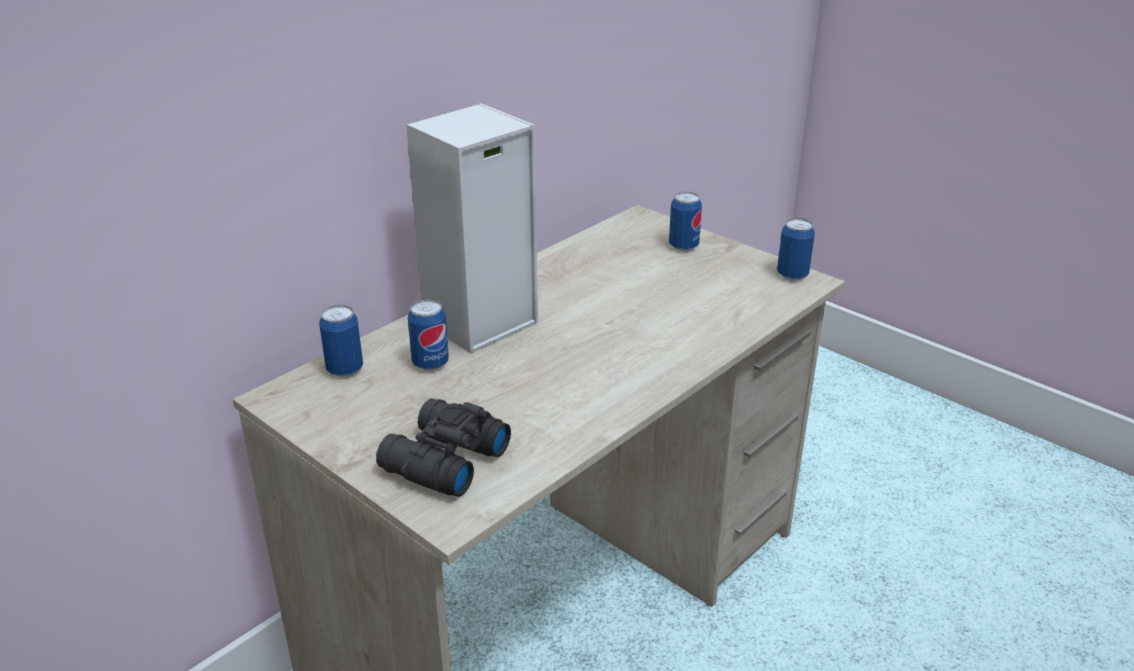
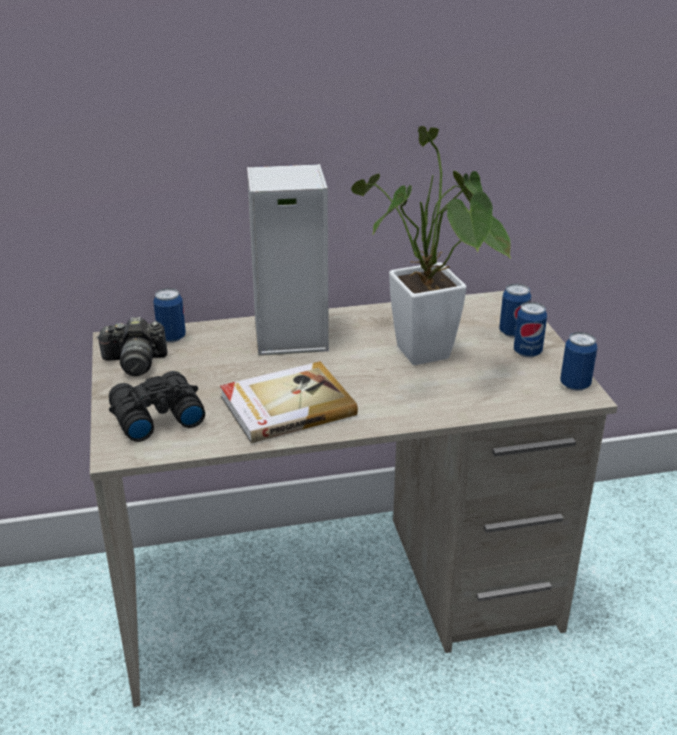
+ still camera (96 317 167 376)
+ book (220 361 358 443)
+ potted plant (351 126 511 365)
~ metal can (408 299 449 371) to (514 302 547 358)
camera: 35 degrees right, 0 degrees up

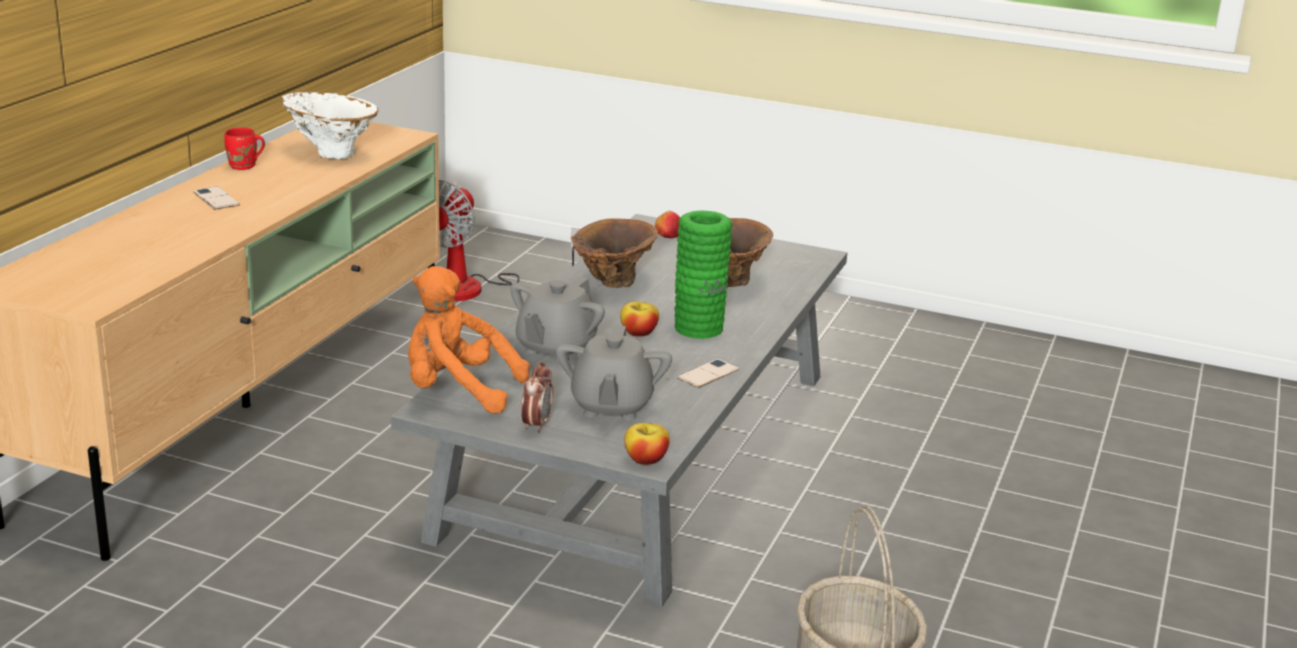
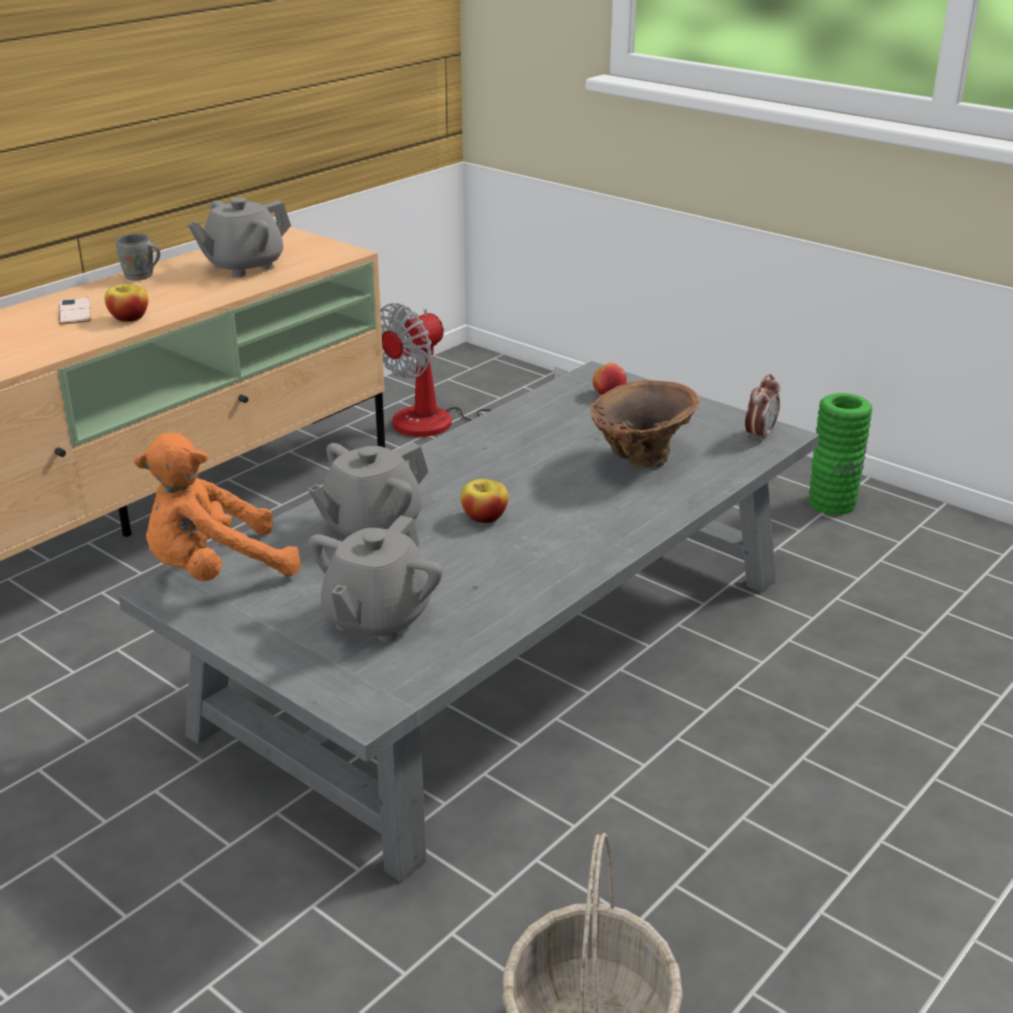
~ whole apple (624 423 670 465) to (104 284 148 322)
~ reddish mug (224 128 265 170) to greyish mug (116 234 160 281)
~ orange-coloured plush toy (408 266 530 414) = (134 433 301 581) 60 degrees counterclockwise
~ white-coloured vase (281 92 378 159) to greyish tea pot (188 197 291 277)
~ alarm clock (521 362 553 433) to (745 374 780 443)
~ green vase (674 211 732 339) to (809 393 872 515)
- brown-coloured vase (571 218 658 288)
- phone (677 359 739 388)
camera: 20 degrees right, 5 degrees up

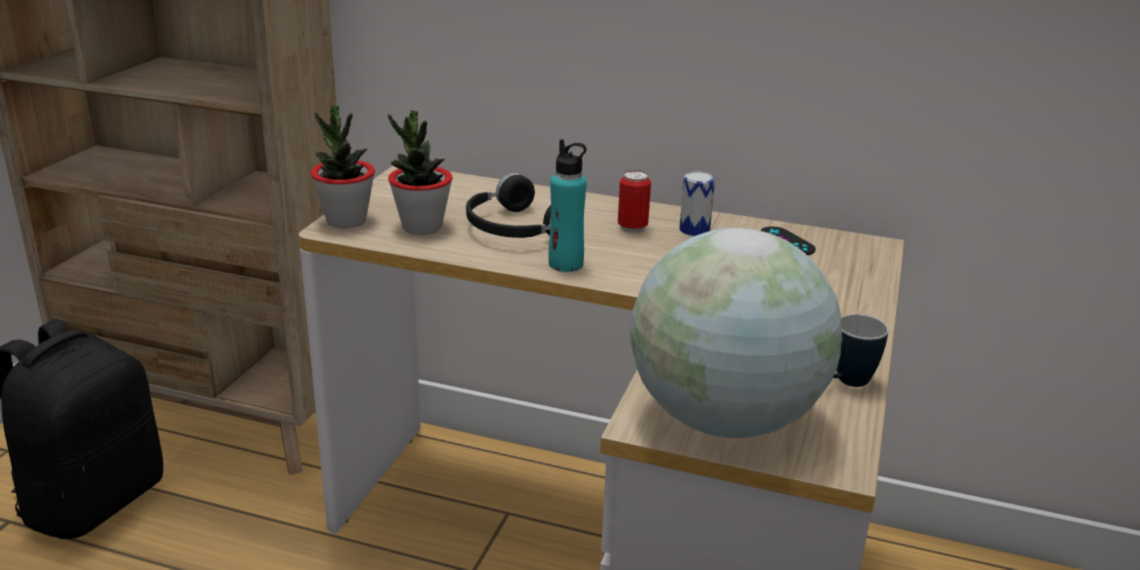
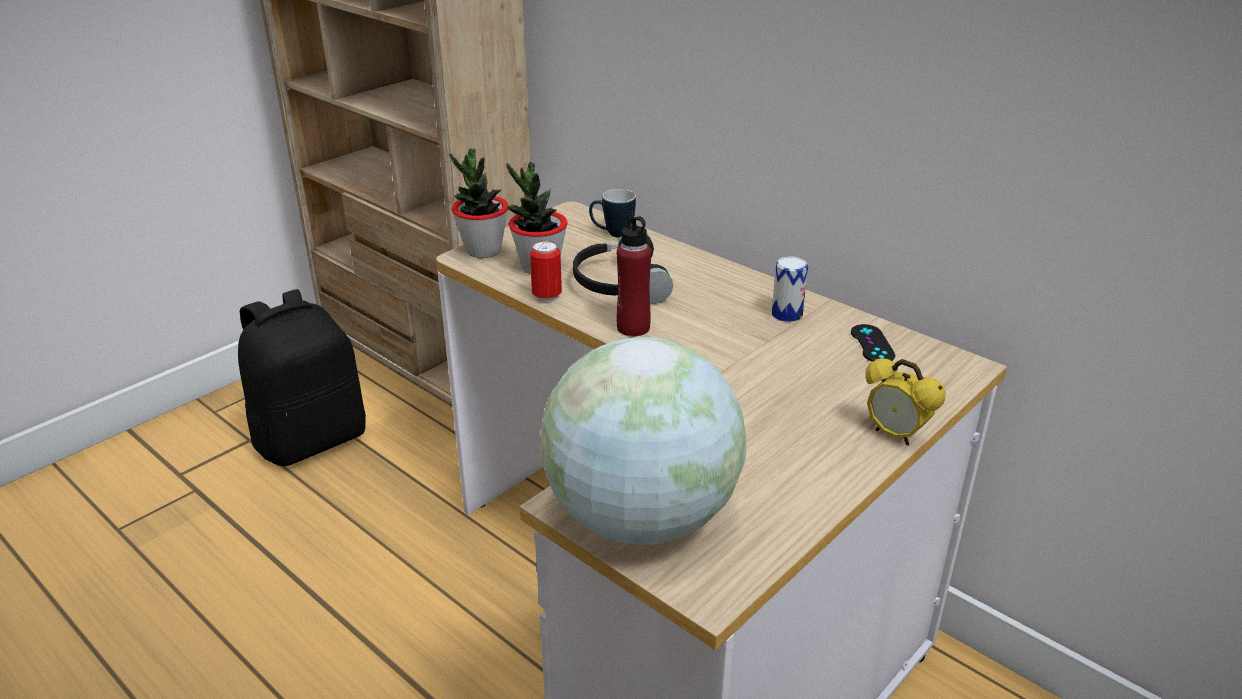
~ metal can (618 170 651 234) to (530 241 562 303)
~ mug (833 314 889 387) to (589 189 636 238)
~ blue-green drink bottle (549 139 587 272) to reddish drink bottle (617 211 651 336)
+ alarm clock (865 358 945 446)
camera: 25 degrees right, 5 degrees up

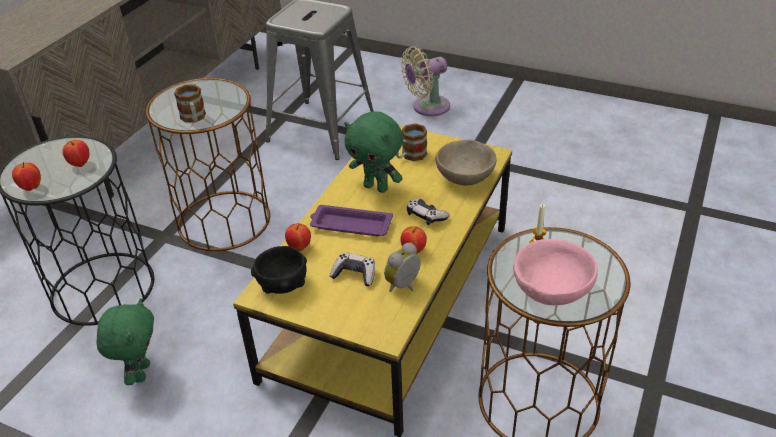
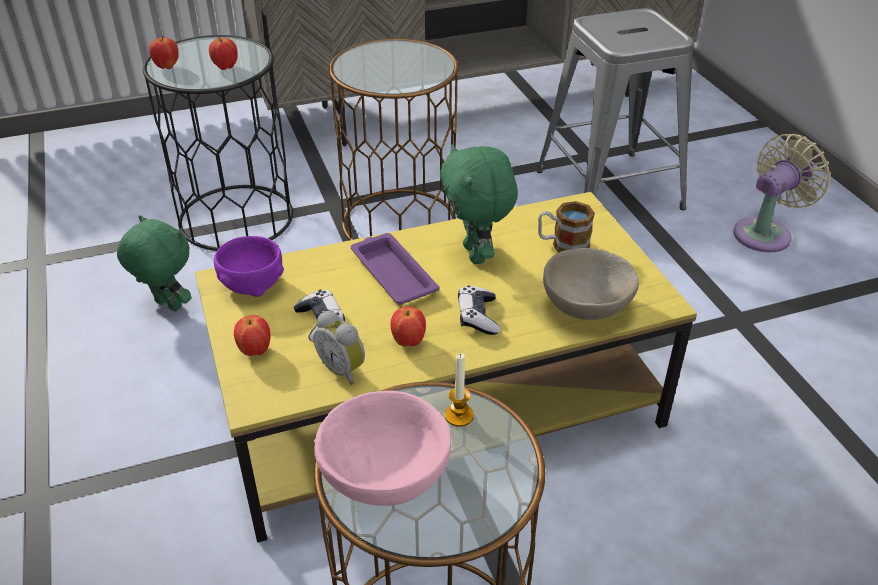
~ green plush toy (96 298 154 385) = (117 215 191 312) 105 degrees counterclockwise
~ black-coloured serving bowl (251 246 307 294) to purple-coloured serving bowl (214 236 284 297)
~ whole apple (285 223 311 251) to (234 315 271 356)
~ alarm clock (384 243 421 292) = (313 311 365 385) 135 degrees counterclockwise
~ beige-coloured cooling fan (401 46 450 116) = (733 134 831 253) 120 degrees clockwise
- mug (174 84 206 123)
camera: 45 degrees right, 0 degrees up

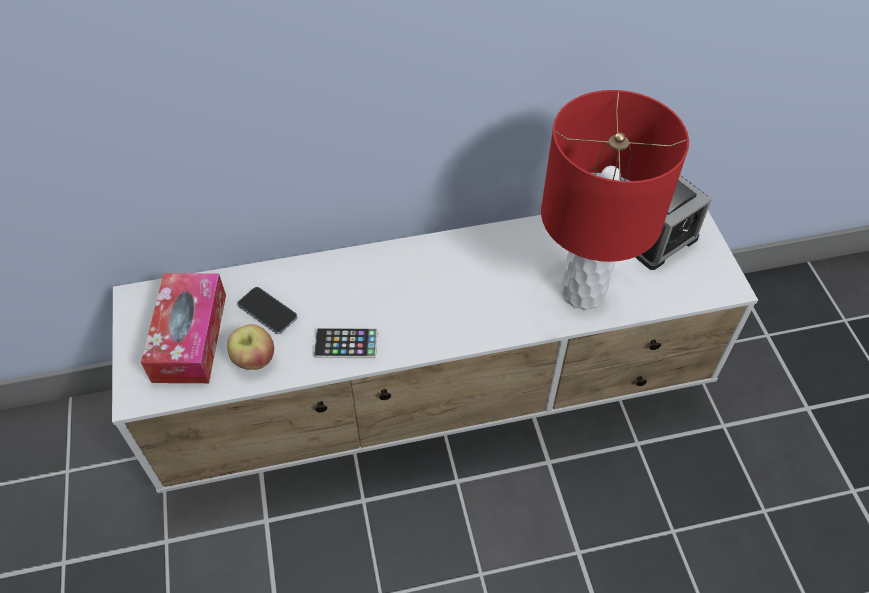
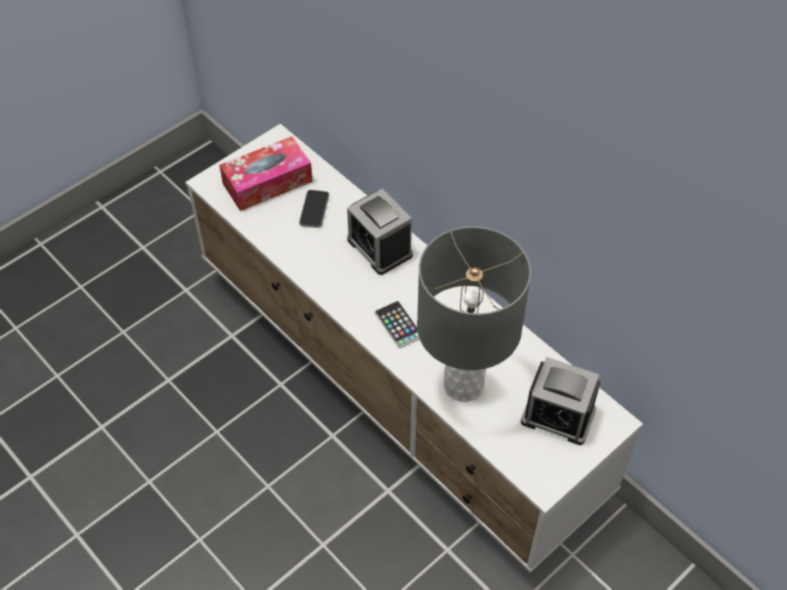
+ alarm clock (347 189 413 275)
~ phone (314 328 377 358) to (375 301 419 348)
~ reddish lamp for a table (541 90 689 310) to greyish lamp for a table (417 226 531 402)
- whole apple (227 324 274 370)
camera: 60 degrees right, 0 degrees up

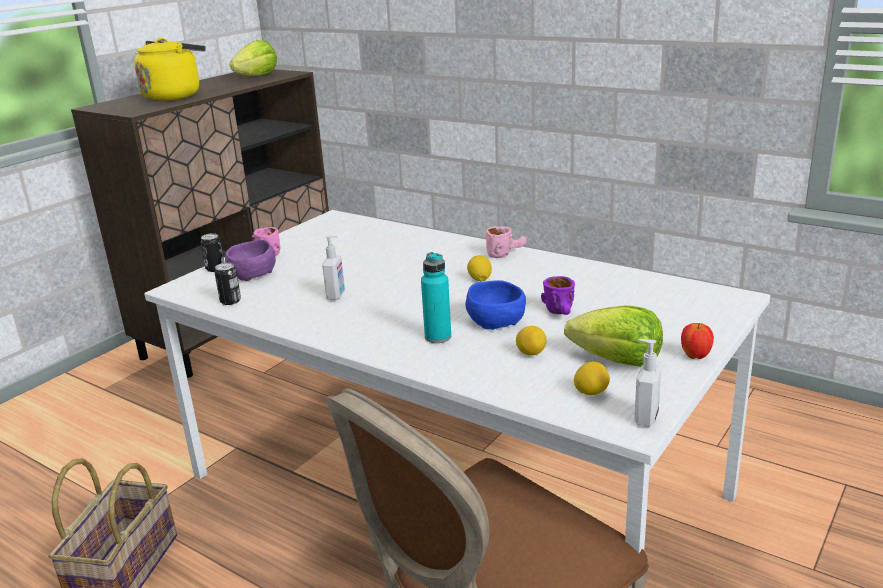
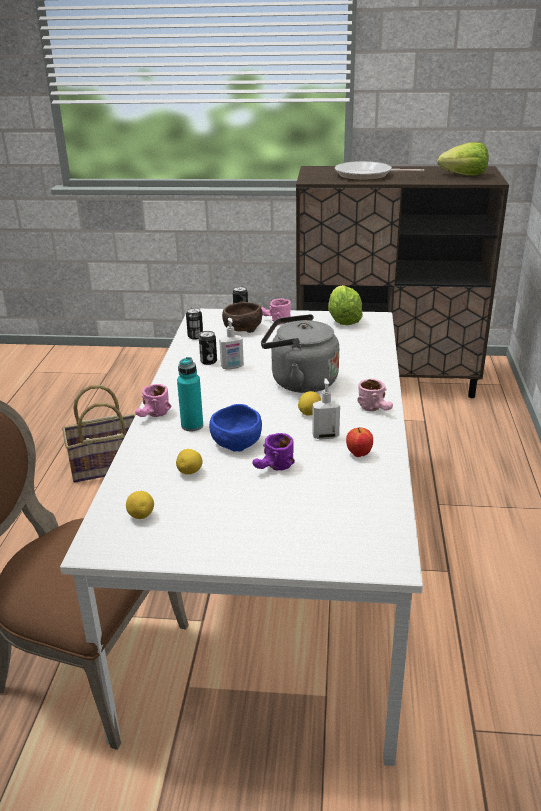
+ pink mug (135 384 171 417)
+ metal can (199 331 217 365)
~ purple-coloured serving bowl (225 239 276 281) to brown-coloured serving bowl (222 302 263 333)
+ greyish tea kettle (261 314 339 393)
~ soap dispenser (634 339 661 427) to (312 378 340 440)
~ lettuce (564 305 663 367) to (328 285 363 325)
~ yellow tea kettle (134 38 206 101) to pan (335 161 424 180)
~ whole apple (681 323 714 359) to (346 427 373 457)
camera: 60 degrees right, 5 degrees up

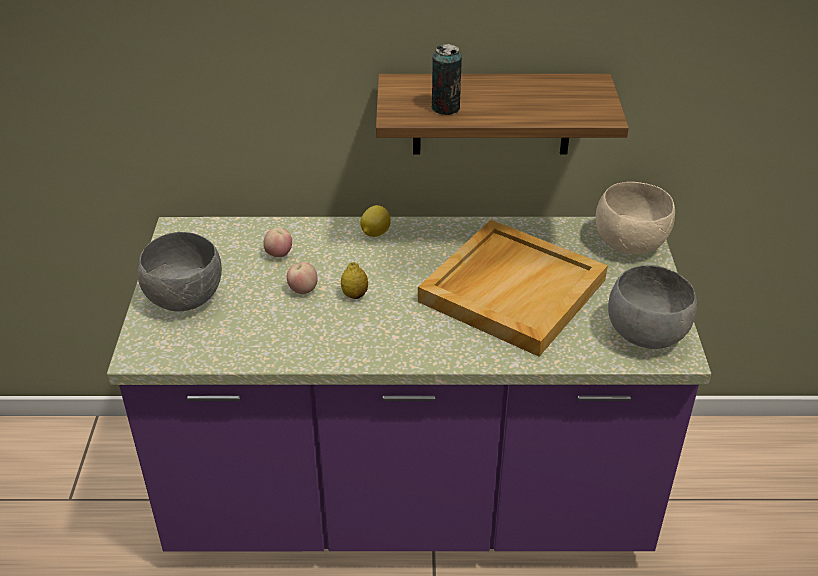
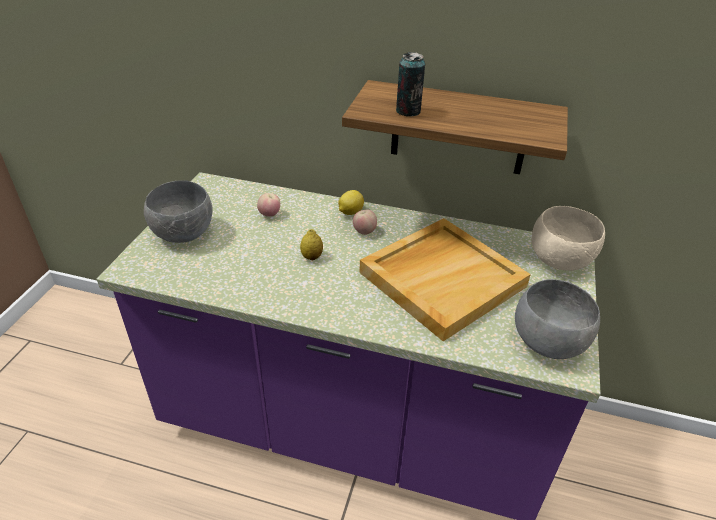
~ whole apple (287 262 318 294) to (353 209 377 235)
camera: 15 degrees right, 0 degrees up

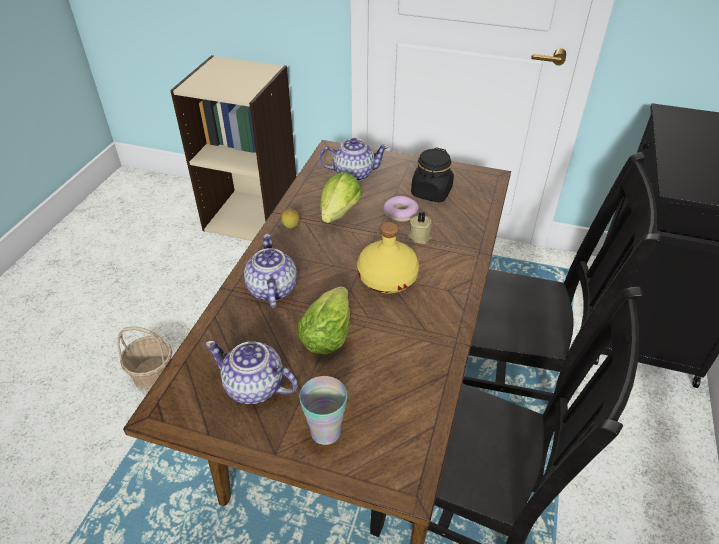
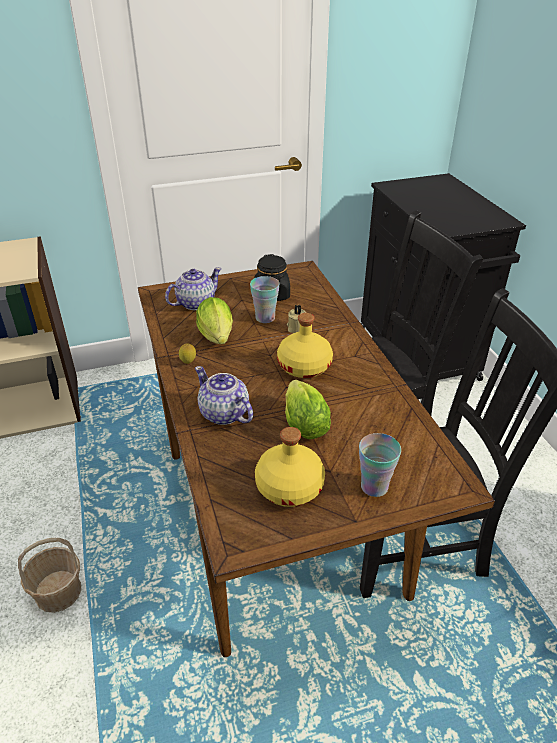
~ doughnut (384 196 419 222) to drinking cup (250 276 280 323)
~ tea pot (205 340 298 404) to yellow drink bottle (255 427 325 507)
camera: 35 degrees left, 5 degrees down

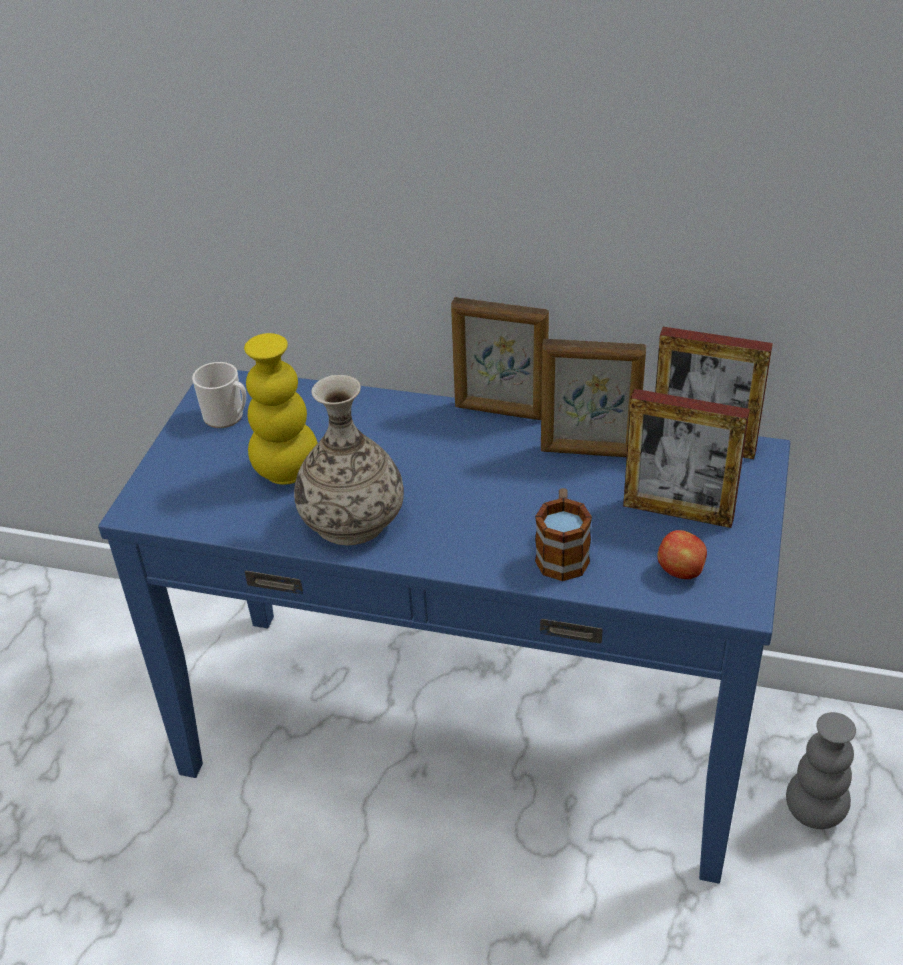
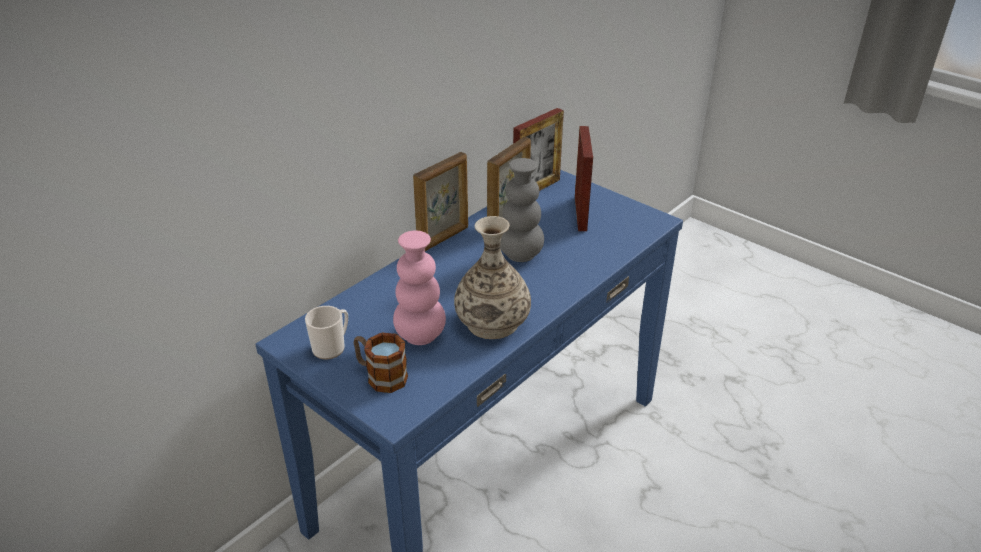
~ mug (535 488 592 581) to (354 333 408 393)
~ yellow vase (244 333 318 485) to pink vase (393 231 446 345)
~ greyish vase (786 712 856 829) to (500 158 544 262)
~ photo frame (623 389 750 528) = (575 126 593 231) 45 degrees counterclockwise
- whole apple (658 530 707 579)
camera: 65 degrees left, 5 degrees down

